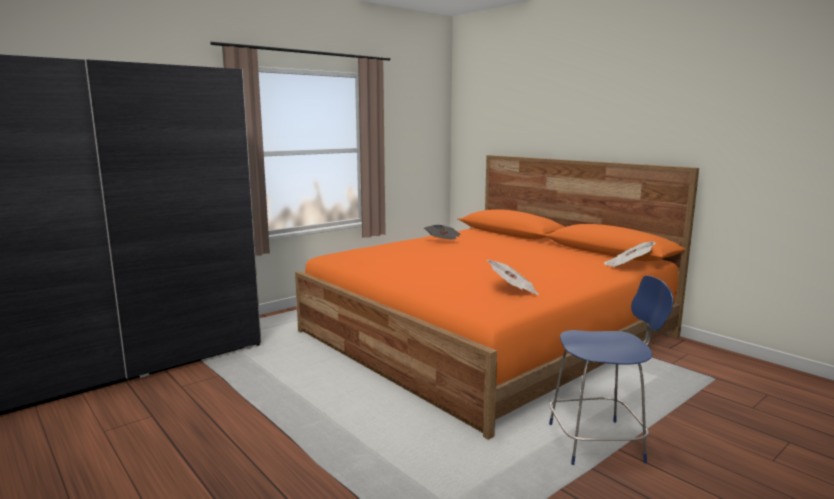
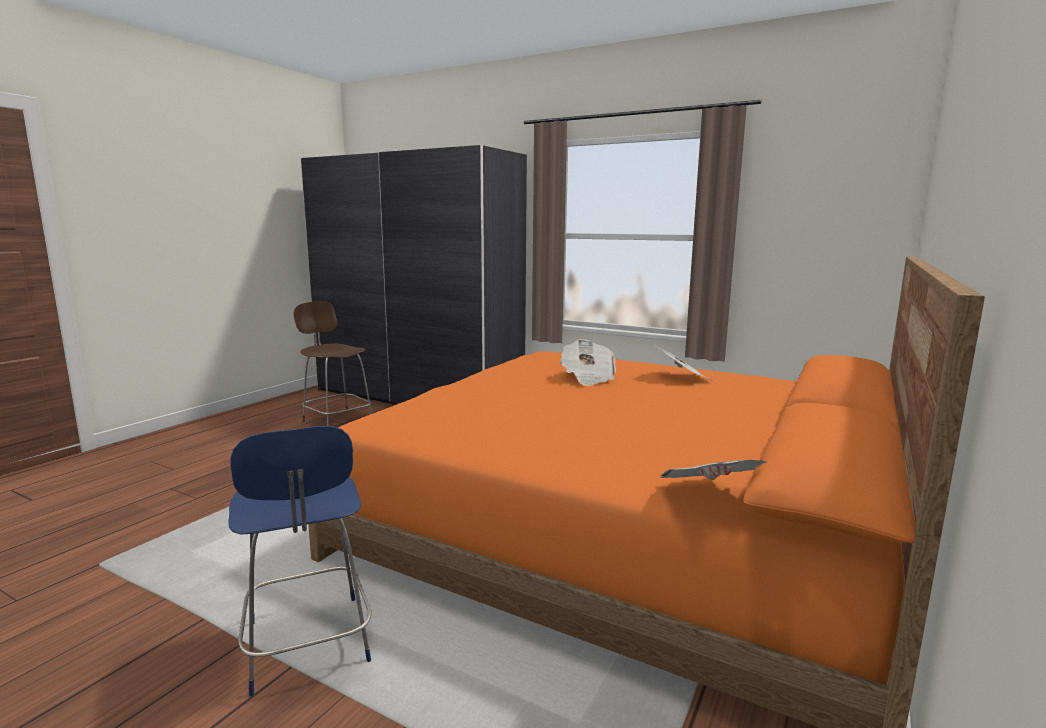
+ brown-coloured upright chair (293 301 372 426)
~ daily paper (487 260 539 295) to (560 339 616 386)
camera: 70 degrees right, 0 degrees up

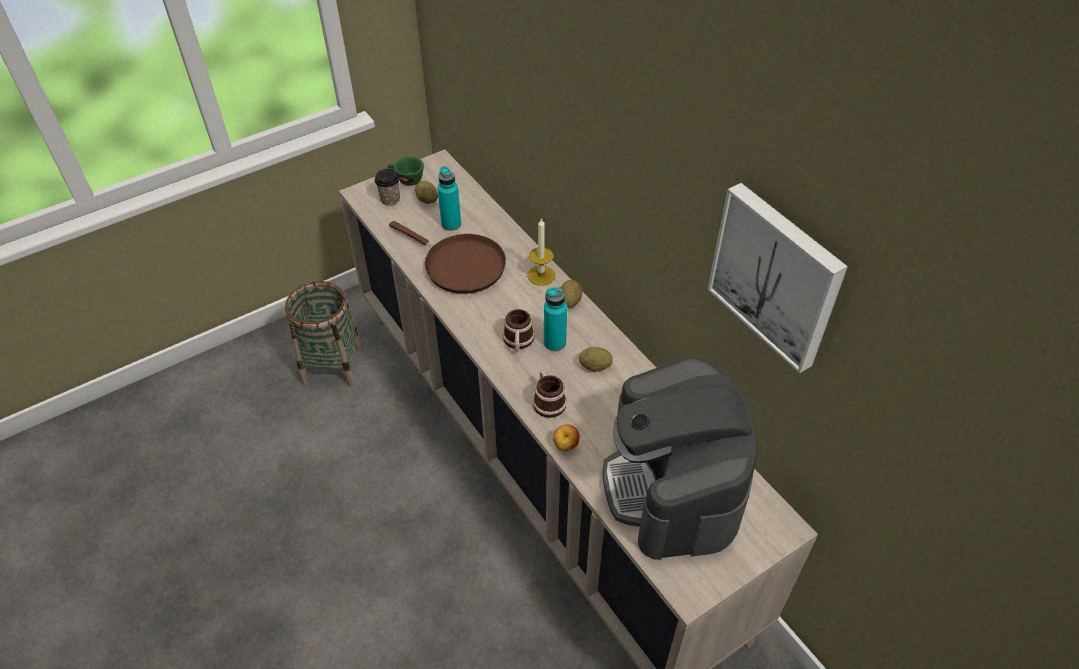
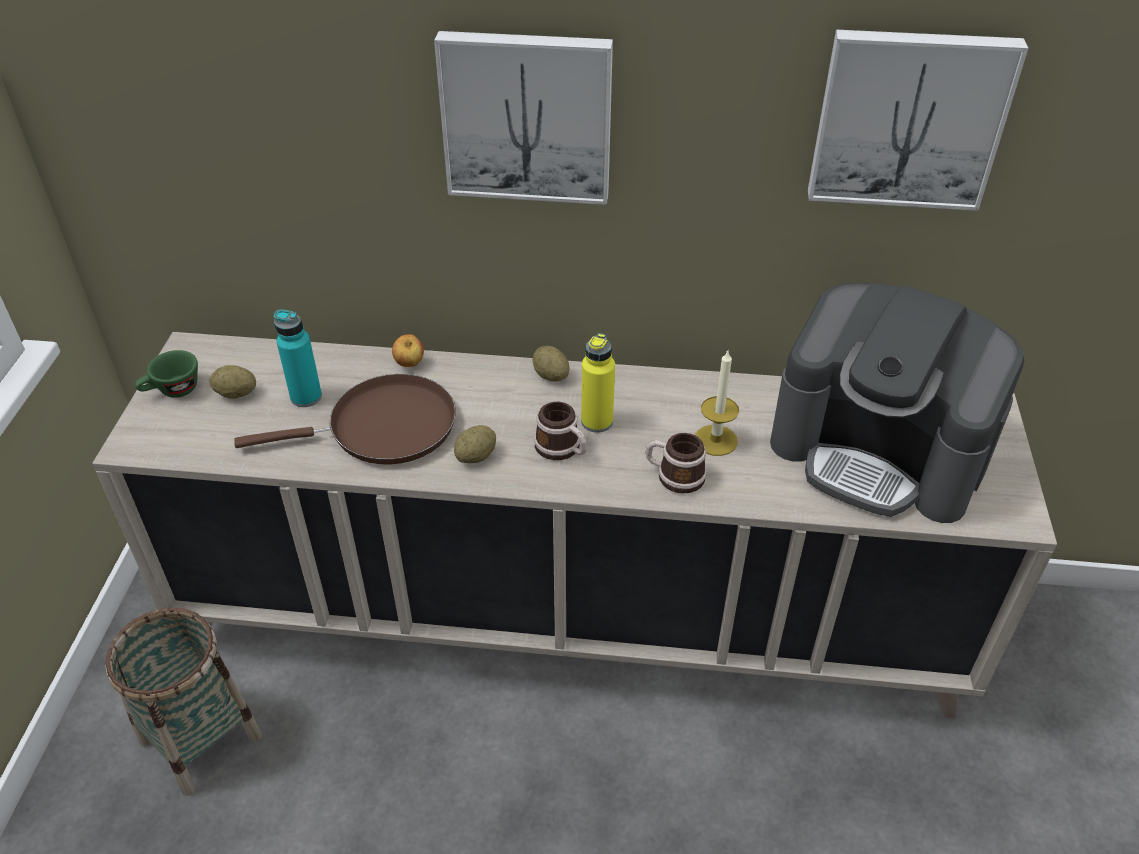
~ whole apple (553 425 580 451) to (392 334 424 367)
+ wall art (434 31 613 205)
~ whole potato (579 347 613 372) to (454 425 496 463)
~ blue-green drink bottle (544 287 567 351) to yellow drink bottle (581 333 615 433)
~ wax candle (527 218 556 286) to (695 351 739 456)
- drinking cup (375 169 400 206)
camera: 50 degrees left, 5 degrees down

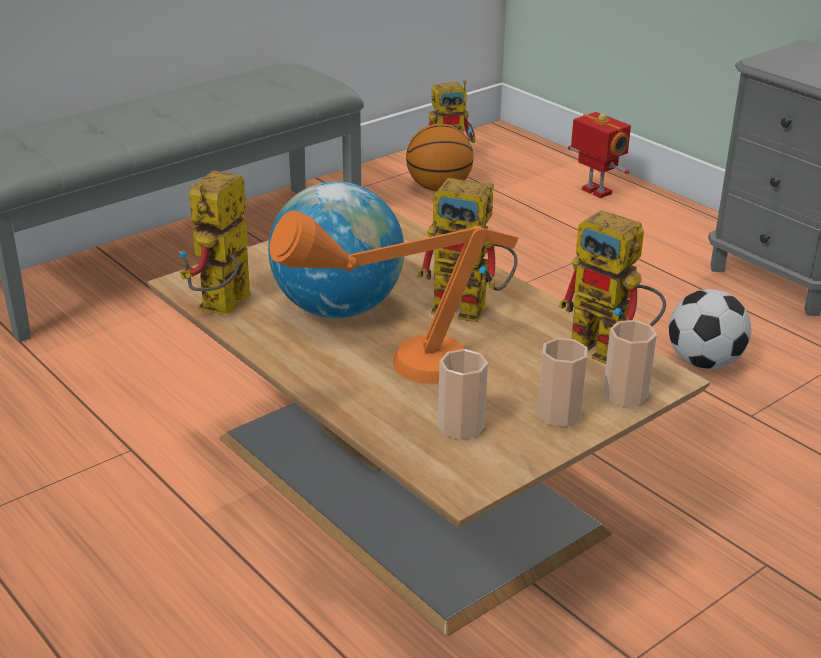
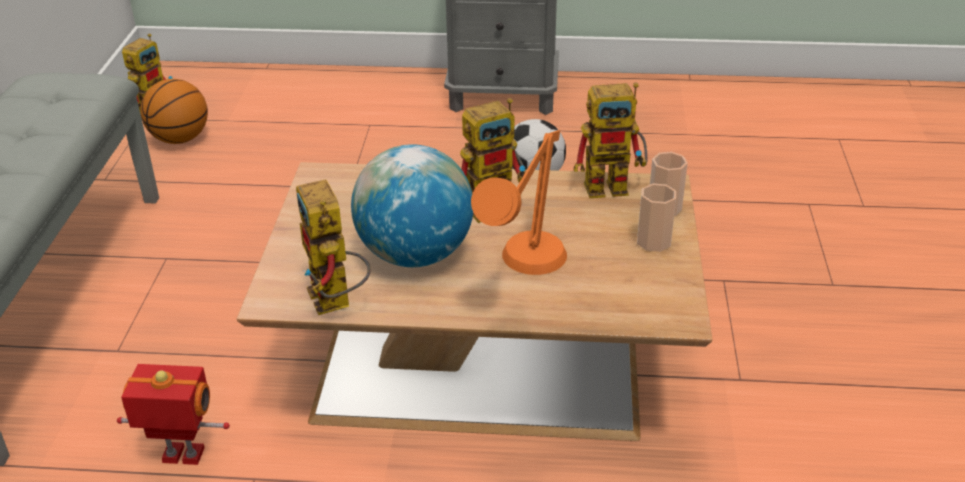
~ toy robot (568 112 631 198) to (117 364 230 465)
- drinking cup (438 349 488 440)
camera: 45 degrees left, 5 degrees up

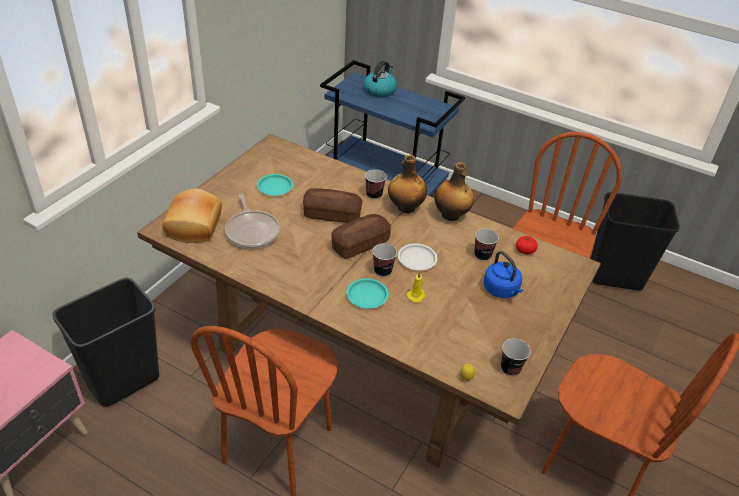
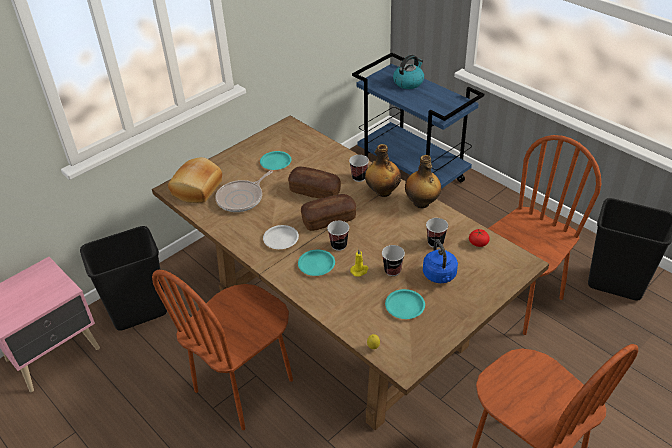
~ pan (225 194 280 248) = (215 170 273 212) 45 degrees clockwise
~ white-coloured flat dish (398 244 437 270) to (263 225 299 249)
~ drinking cup (501 338 531 376) to (382 245 405 276)
+ blue-green flat dish (385 289 425 319)
camera: 20 degrees right, 0 degrees up

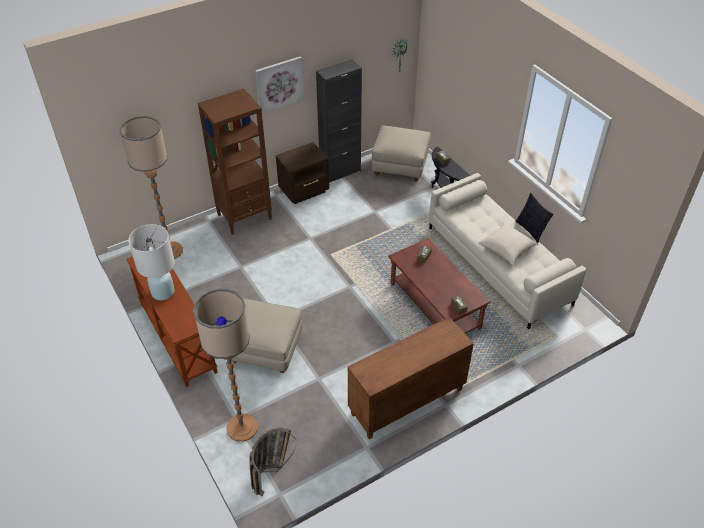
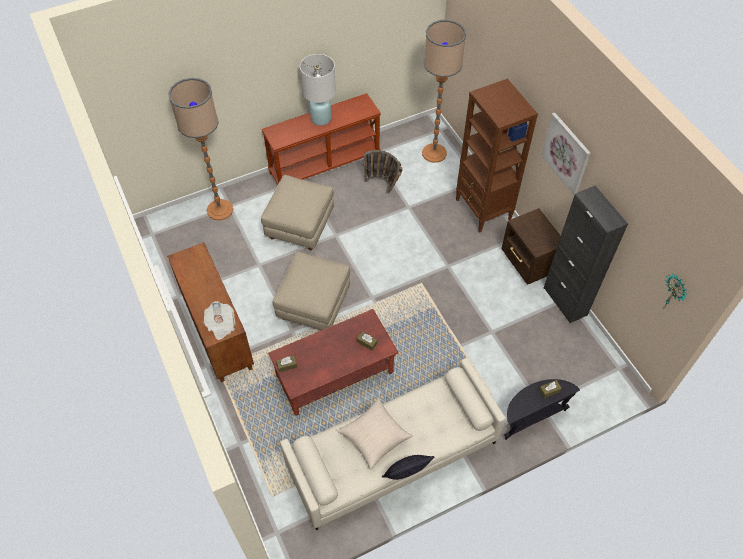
+ daily paper (204 301 235 340)
~ beige-coloured ottoman (371 125 431 181) to (273 251 350 330)
~ household basket (249 427 296 497) to (362 150 402 194)
camera: 95 degrees right, 10 degrees up

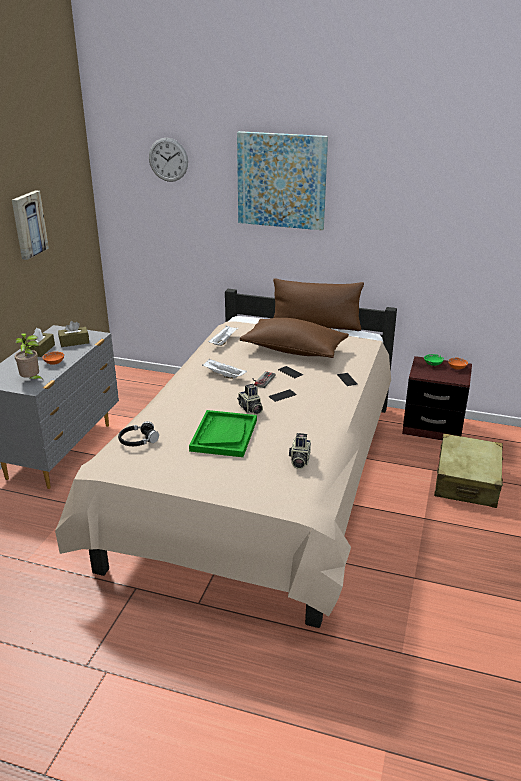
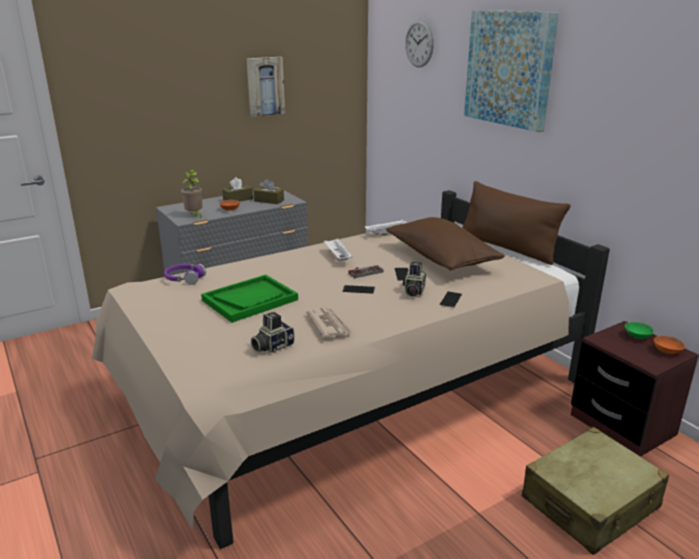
~ black-coloured headset (118 421 159 446) to purple-coloured headset (164 264 206 285)
+ daily paper (306 307 352 338)
~ still camera (237 384 263 415) to (403 262 426 297)
camera: 40 degrees right, 5 degrees down

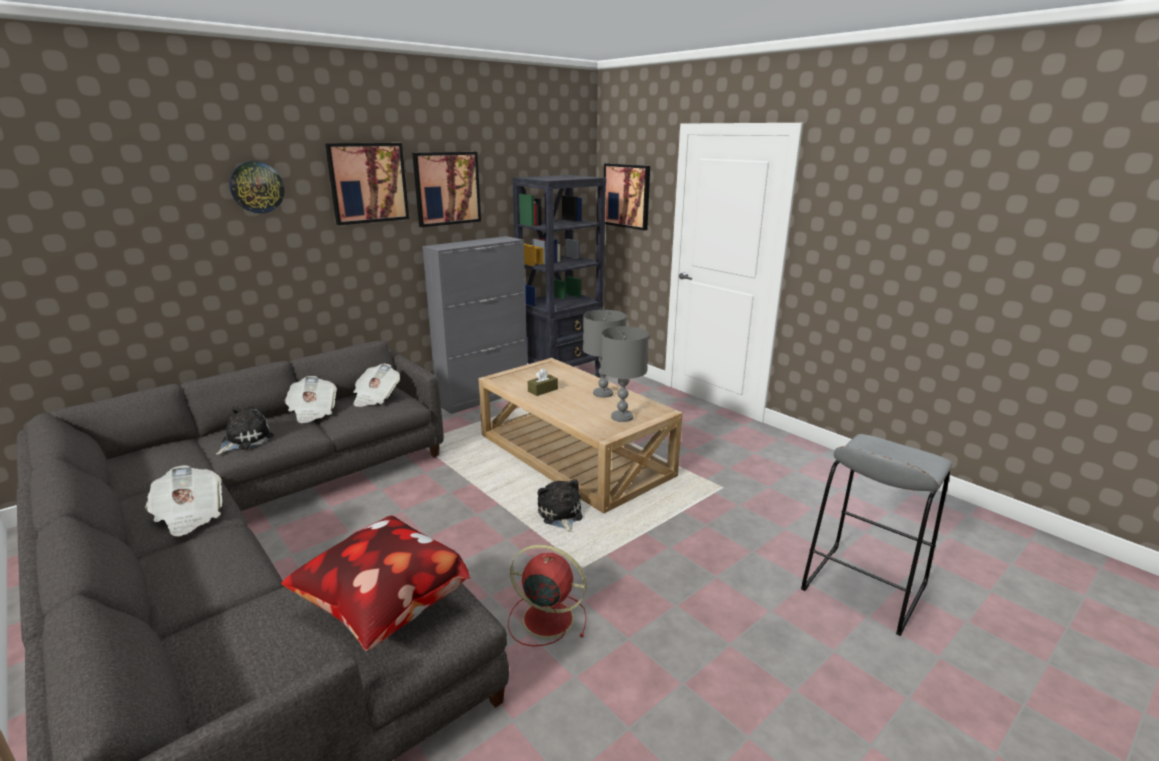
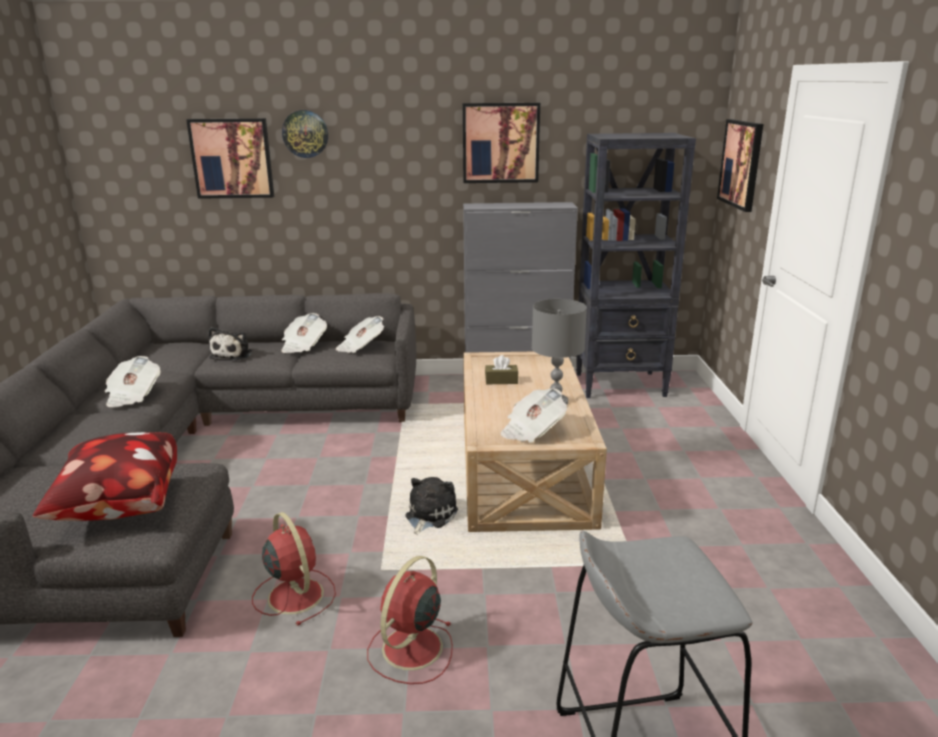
~ wall art (325 143 409 225) to (186 118 274 199)
~ plush toy (216 406 274 455) = (209 327 253 360) 120 degrees clockwise
+ reddish cooling fan (367 556 453 684)
~ greyish lamp for a table (600 326 649 422) to daily paper (500 388 567 443)
camera: 40 degrees right, 0 degrees up

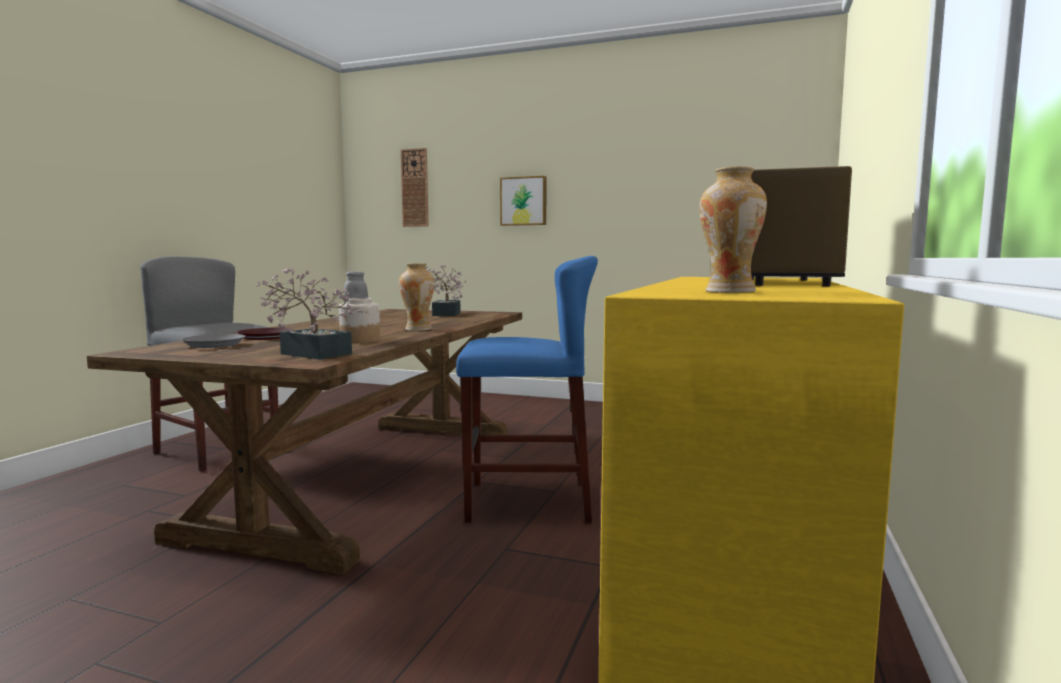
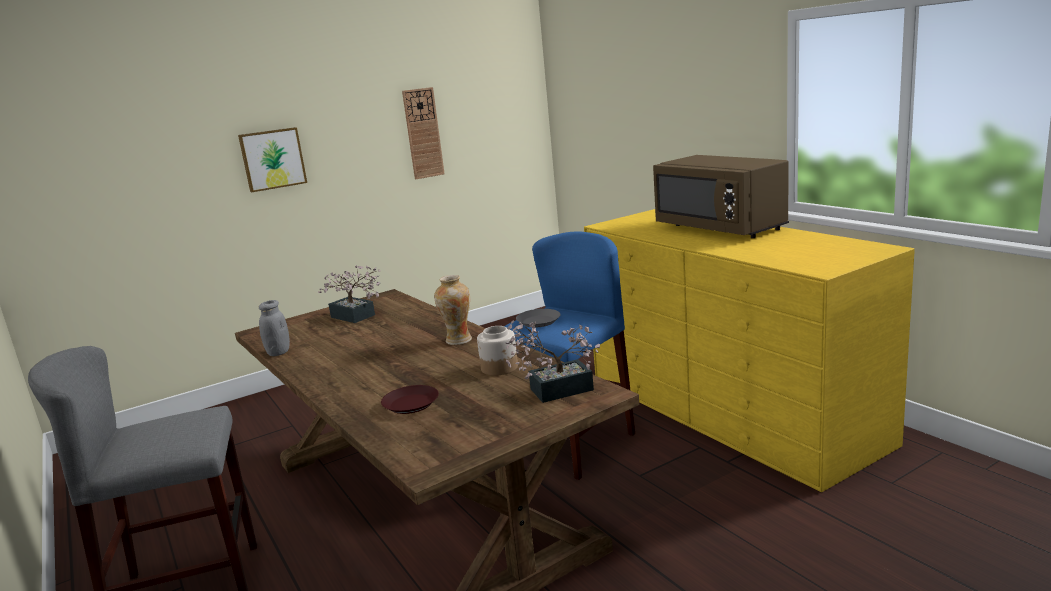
~ clock on the wall (401 148 429 227) to (402 87 445 179)
~ greyish flat dish (181 334 245 348) to (516 309 561 327)
- vase (699 166 767 293)
camera: 50 degrees left, 10 degrees up

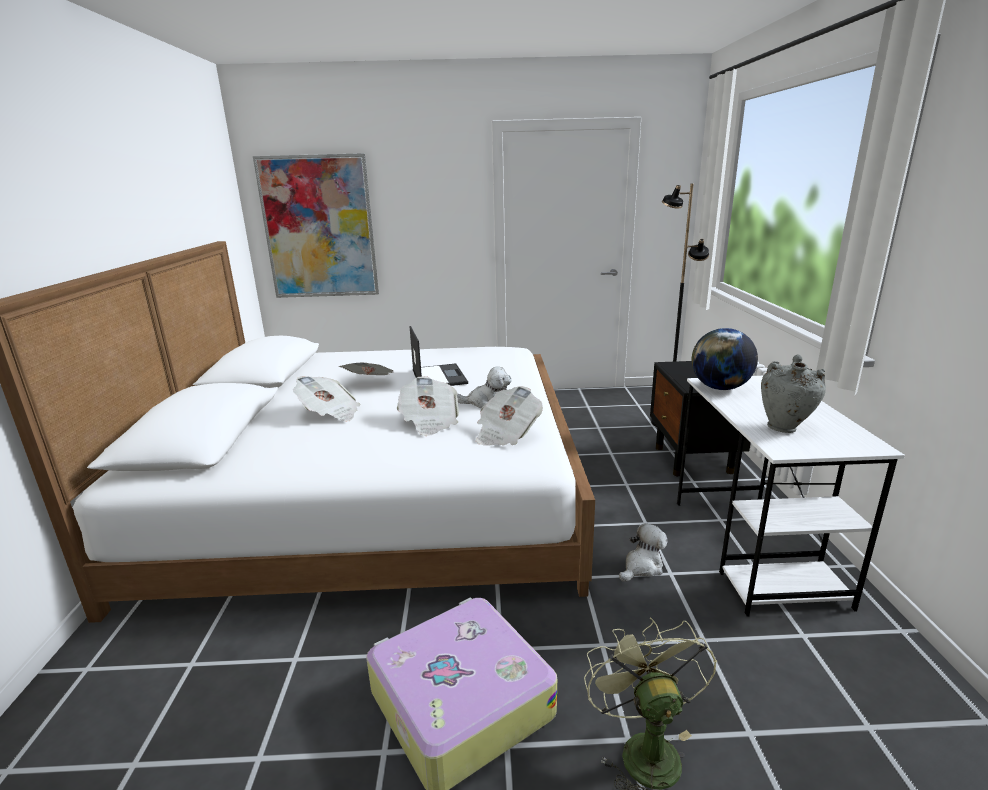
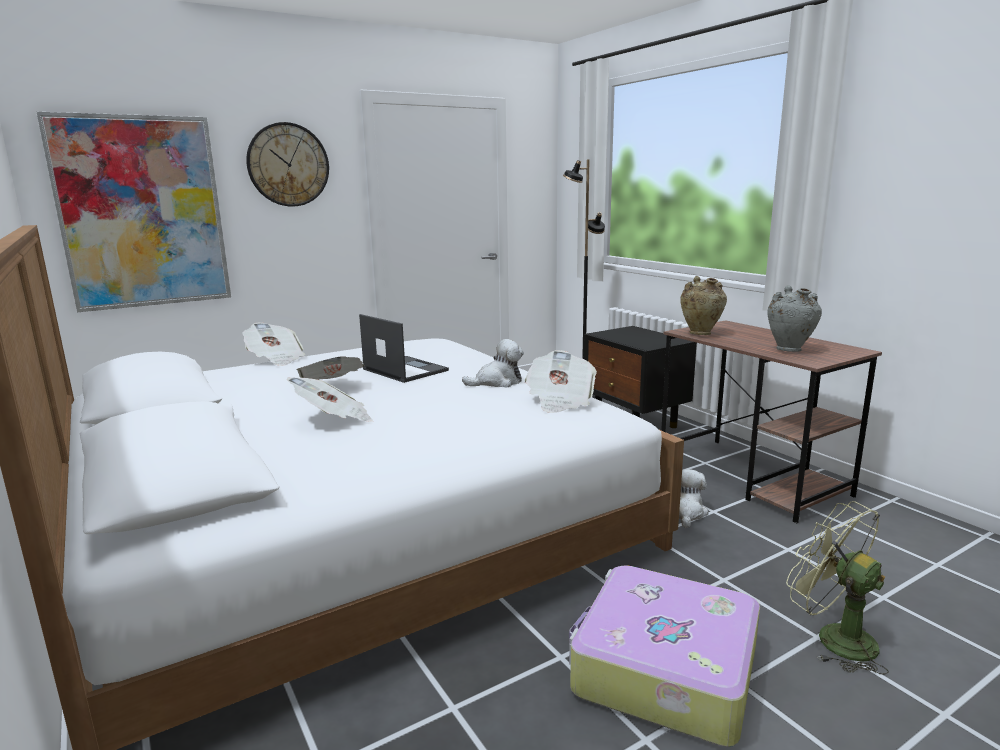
~ daily paper (397 376 459 436) to (242 322 305 366)
+ clock on the wall (246 122 329 207)
~ white-coloured desk unit (677 376 905 617) to brown-coloured desk unit (661 320 882 523)
~ desk globe (691 328 758 390) to beige-coloured vase (680 276 727 335)
camera: 30 degrees left, 5 degrees down

